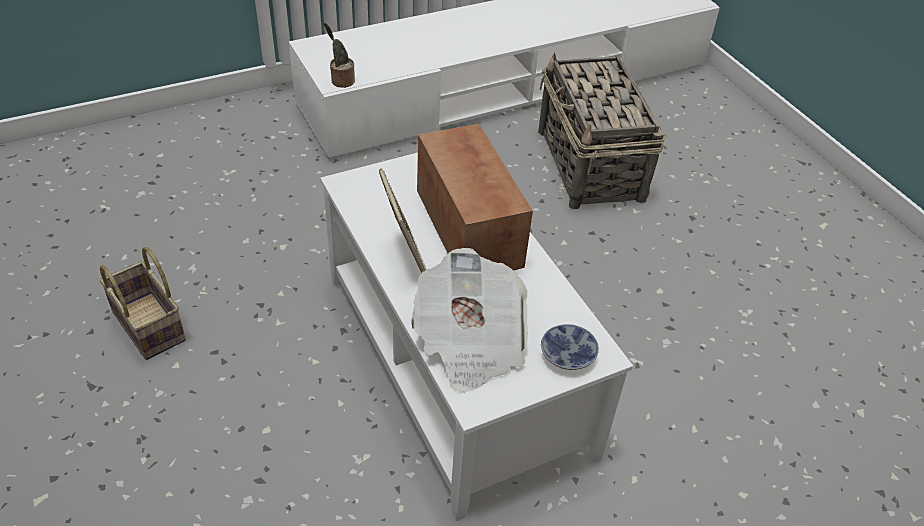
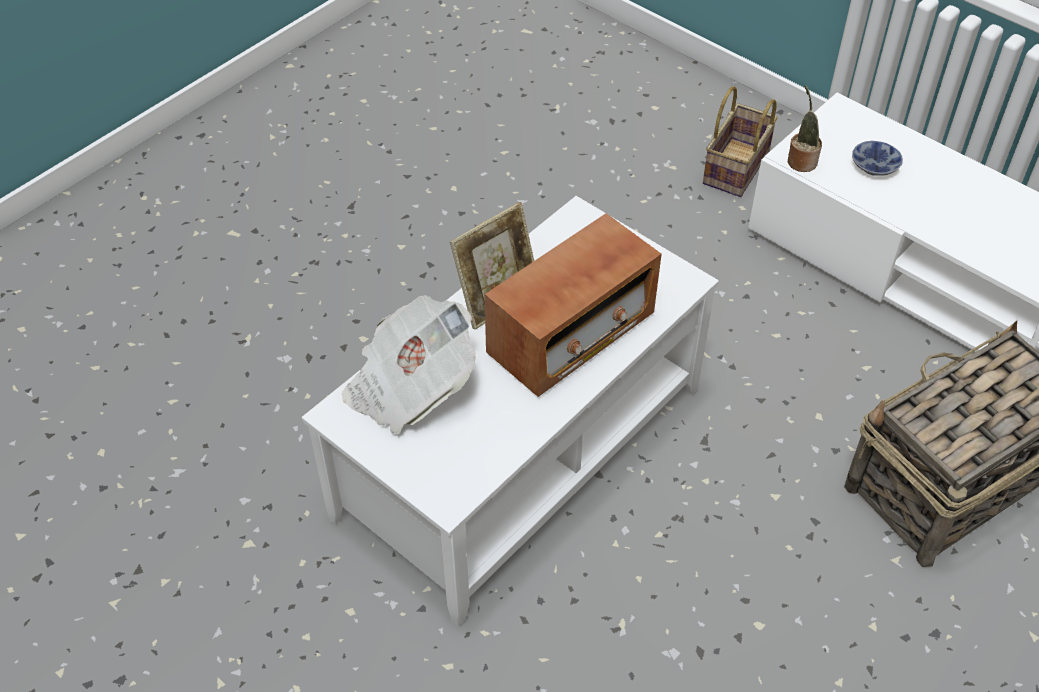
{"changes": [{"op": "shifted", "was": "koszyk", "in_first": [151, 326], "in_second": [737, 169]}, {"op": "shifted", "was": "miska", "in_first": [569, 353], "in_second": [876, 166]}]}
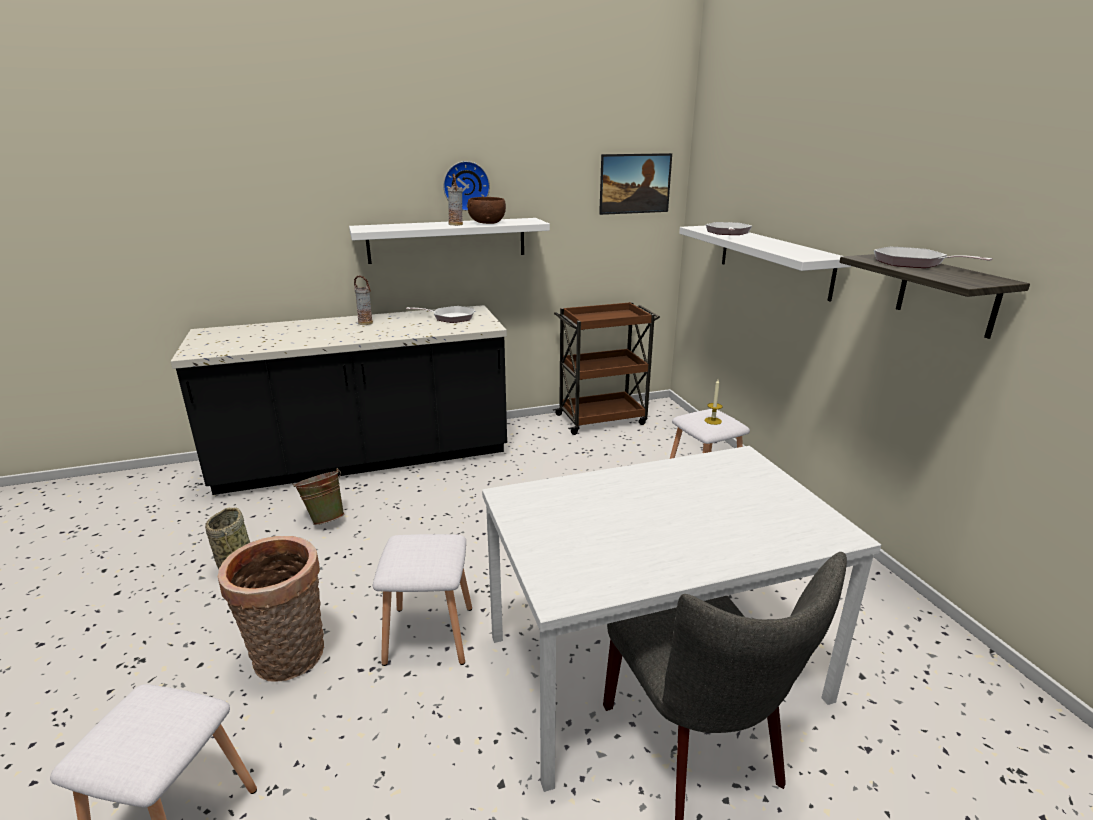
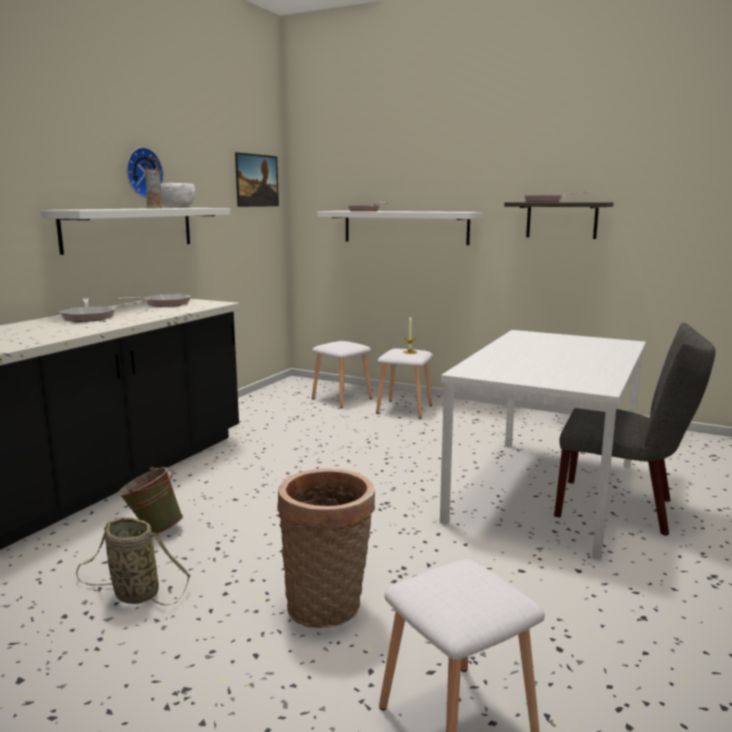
{"changes": [{"op": "swapped", "was": "wazon", "now": "patelnia", "in_first": [366, 323], "in_second": [88, 317]}, {"op": "shifted", "was": "stołek [biały]", "in_first": [430, 636], "in_second": [343, 399]}, {"op": "repainted", "was": "miska [brązowy]", "now": "miska [biały]", "in_first": [486, 223], "in_second": [175, 208]}, {"op": "gone", "was": "wózek [brązowy]", "in_first": [602, 419]}]}
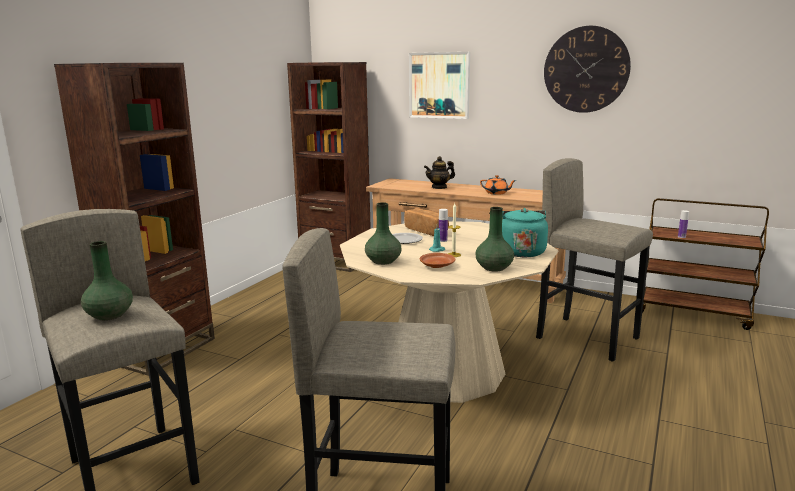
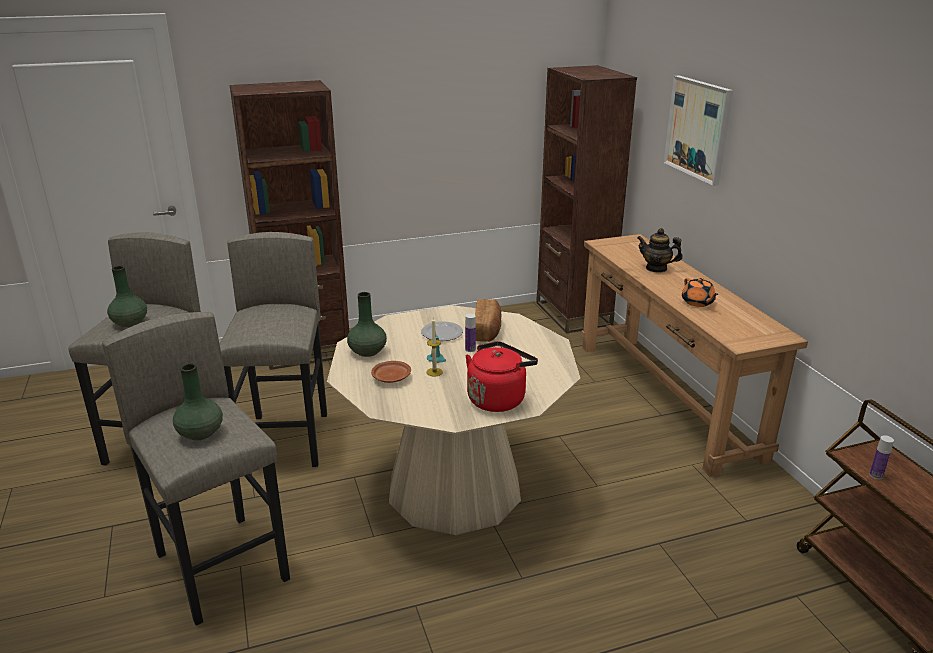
{"changes": [{"op": "shifted", "was": "wazon [zielony]", "in_first": [494, 268], "in_second": [201, 432]}, {"op": "repainted", "was": "czajnik [turkusowy]", "now": "czajnik [czerwony]", "in_first": [520, 251], "in_second": [498, 398]}, {"op": "shifted", "was": "stołek [szary]", "in_first": [587, 338], "in_second": [286, 440]}, {"op": "gone", "was": "zegar ścienny", "in_first": [586, 69]}]}
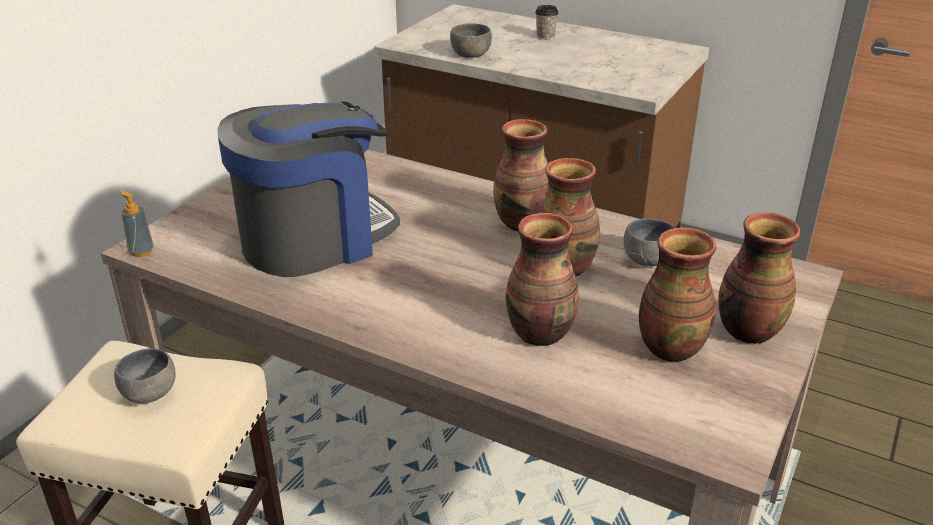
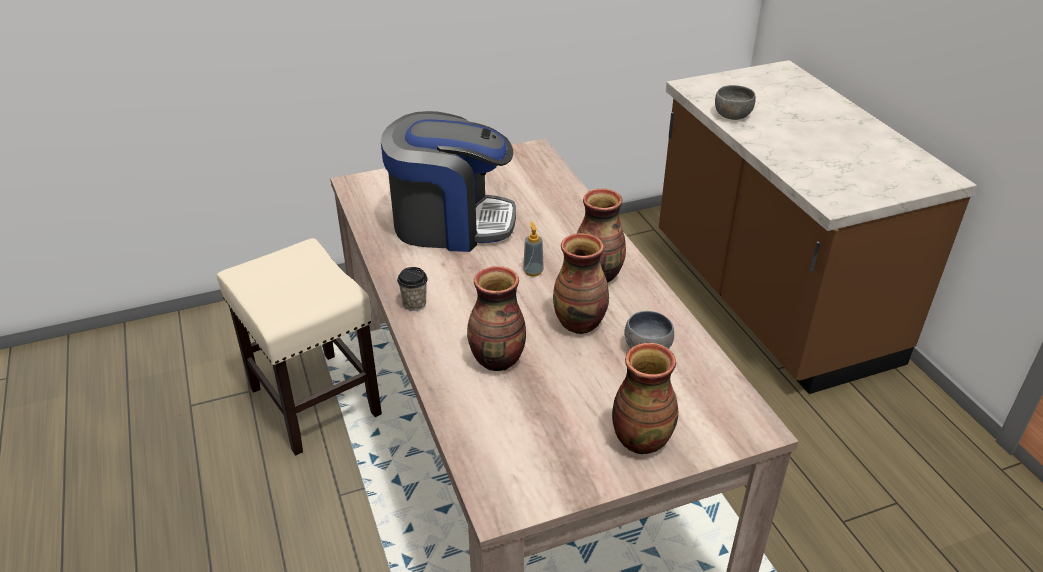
{"changes": [{"op": "gone", "was": "miska [szary]", "in_first": [149, 393]}, {"op": "shifted", "was": "dozownik mydła", "in_first": [141, 251], "in_second": [533, 271]}, {"op": "shifted", "was": "filiżanka", "in_first": [545, 36], "in_second": [414, 304]}, {"op": "gone", "was": "wazon", "in_first": [670, 347]}]}
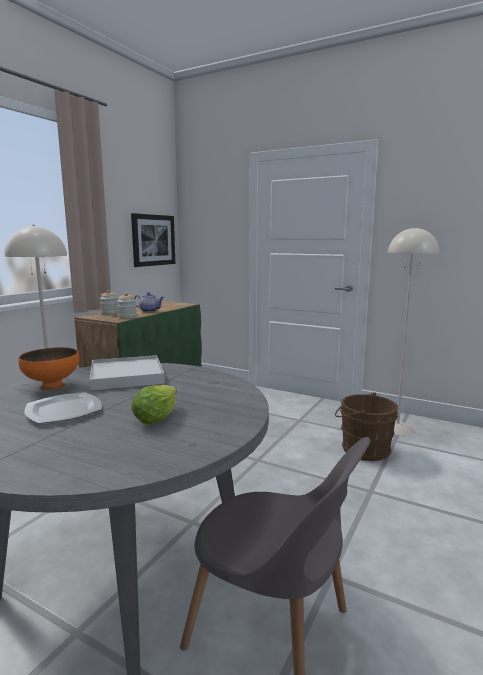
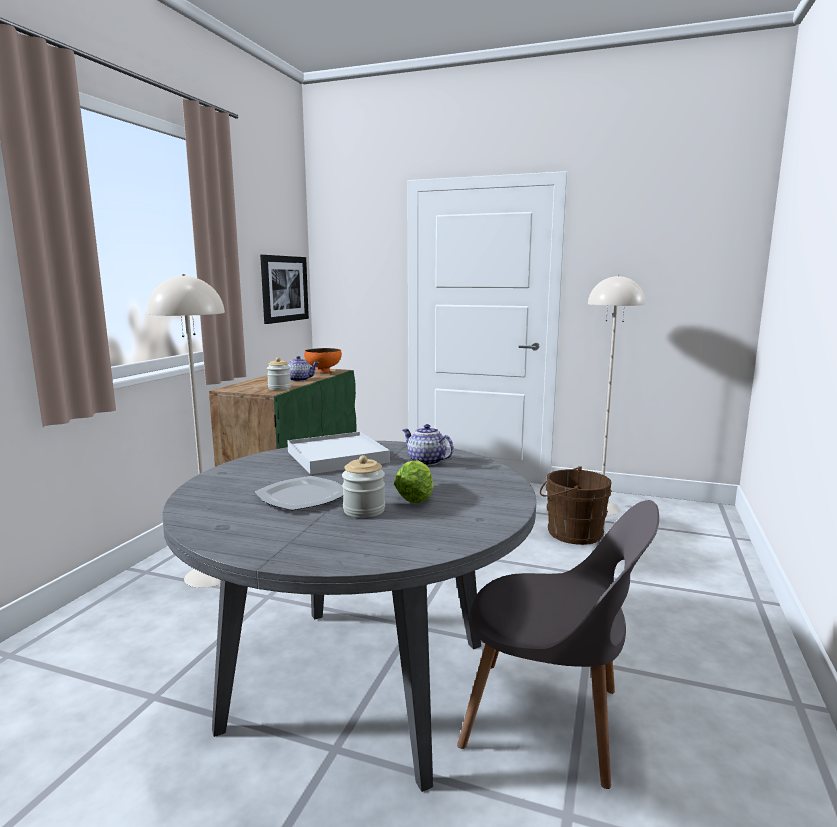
{"changes": [{"op": "shifted", "was": "miska [pomarańczowy]", "in_first": [52, 386], "in_second": [323, 372]}, {"op": "shifted", "was": "słoik", "in_first": [110, 313], "in_second": [364, 510]}, {"op": "new", "now": "imbryk", "in_second": [425, 461]}]}
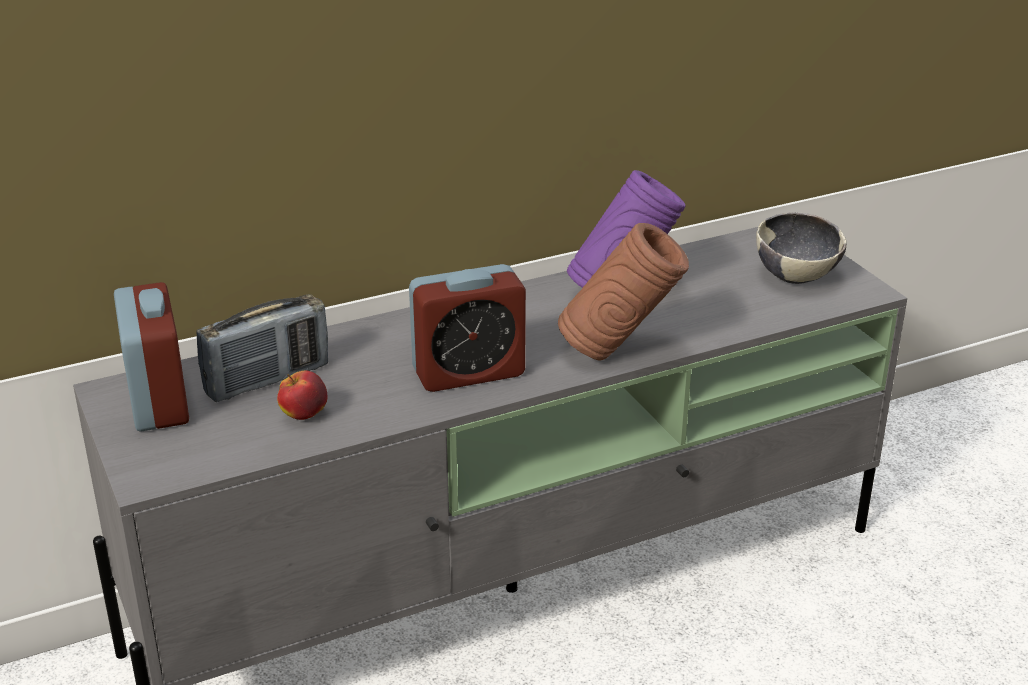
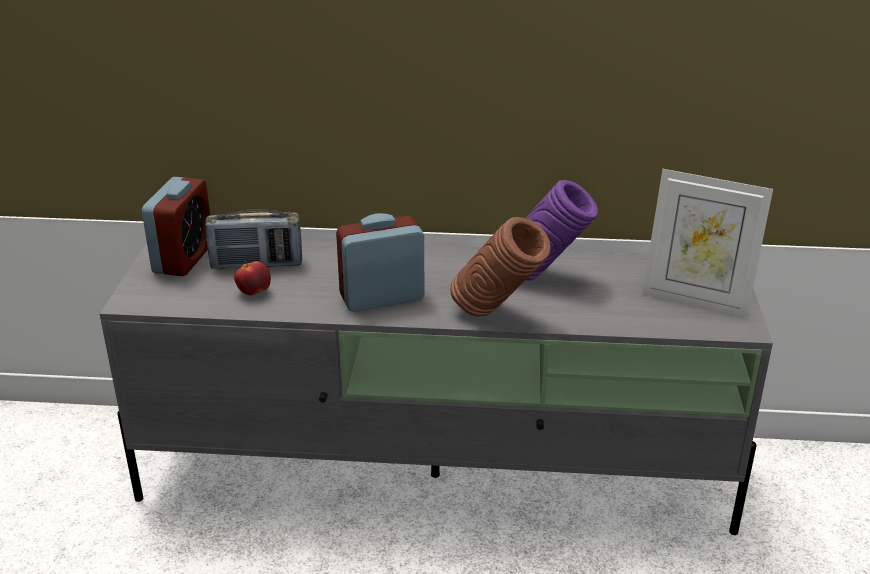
{"changes": [{"op": "rotated", "was": "budzik", "in_first": [468, 372], "in_second": [382, 297], "clockwise": 150}, {"op": "swapped", "was": "miska", "now": "ramka na zdjęcie", "in_first": [796, 276], "in_second": [696, 300]}]}
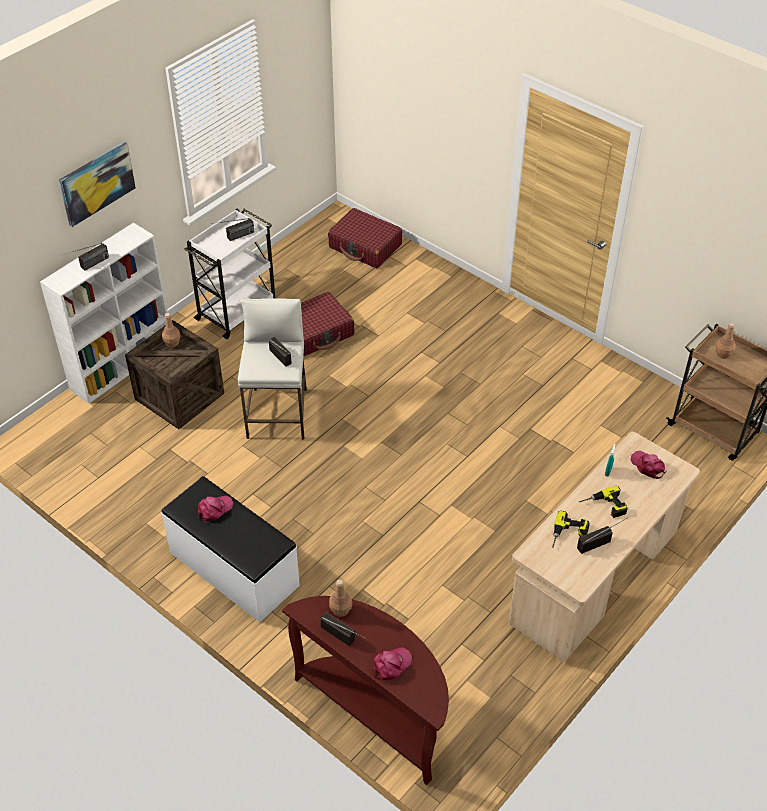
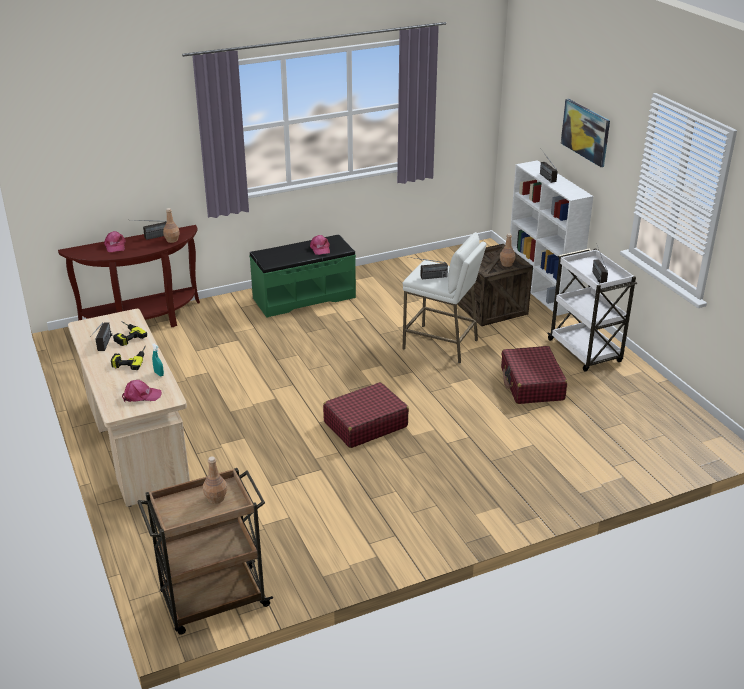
{"changes": [{"op": "repainted", "was": "ławka [biały]", "now": "ławka [zielony]", "in_first": [233, 569], "in_second": [304, 297]}, {"op": "shifted", "was": "walizka [czerwony]", "in_first": [365, 246], "in_second": [365, 424]}]}
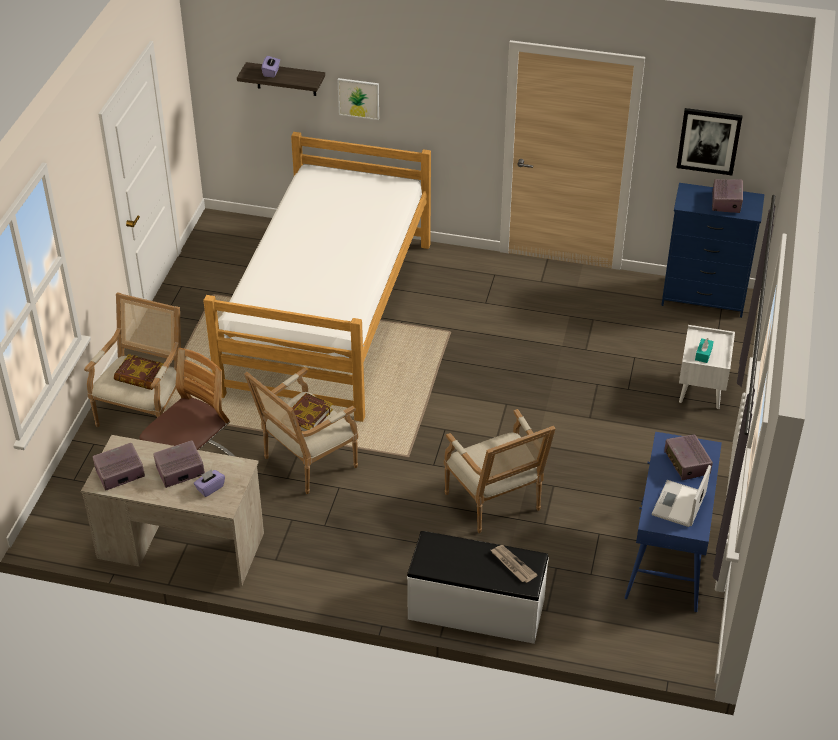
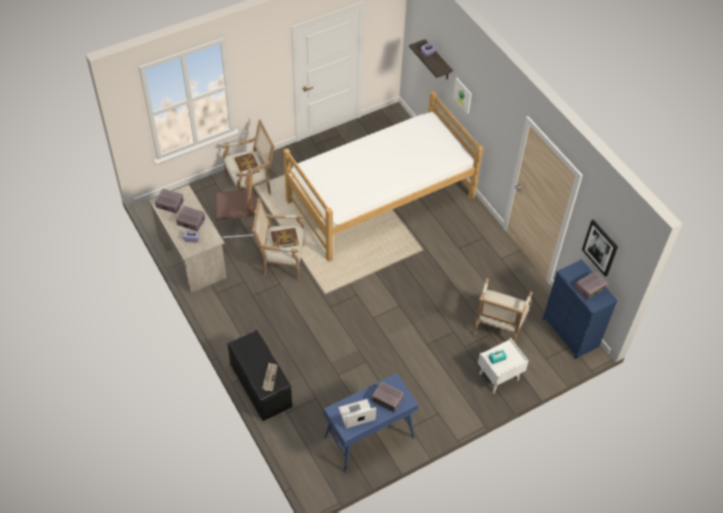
{"changes": [{"op": "repainted", "was": "ławka [biały]", "now": "ławka [czarny]", "in_first": [476, 610], "in_second": [260, 385]}, {"op": "shifted", "was": "fotel", "in_first": [497, 504], "in_second": [497, 330]}, {"op": "rotated", "was": "radio", "in_first": [686, 464], "in_second": [387, 400], "clockwise": -90}]}
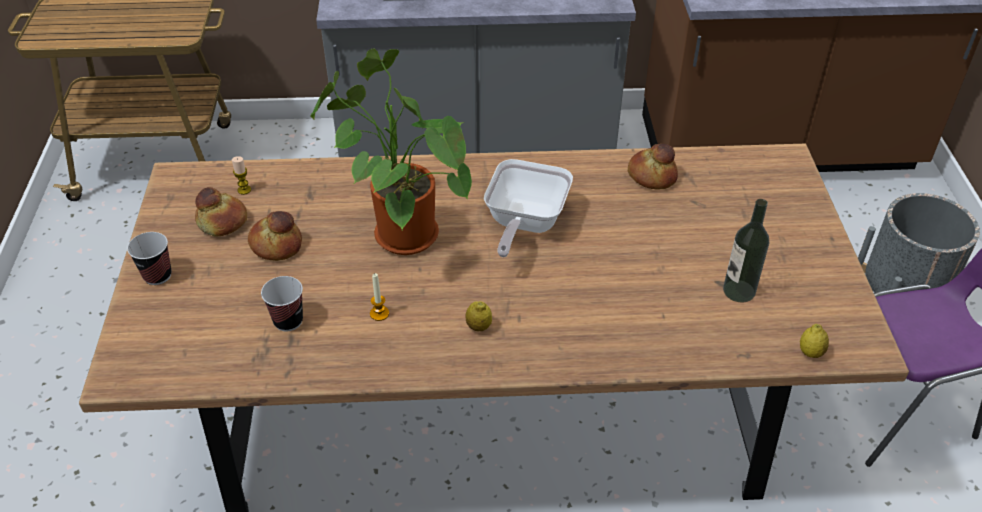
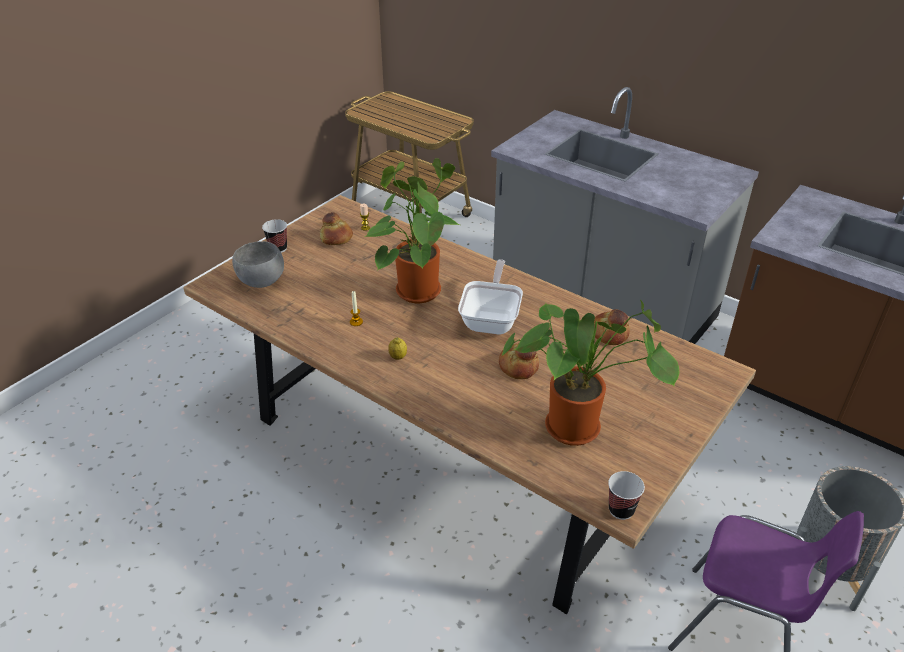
{"changes": [{"op": "shifted", "was": "chleb", "in_first": [277, 245], "in_second": [519, 366]}, {"op": "shifted", "was": "filiżanka", "in_first": [288, 321], "in_second": [621, 510]}, {"op": "rotated", "was": "patelnia", "in_first": [524, 224], "in_second": [492, 319], "clockwise": 135}, {"op": "swapped", "was": "butelka", "now": "roślina doniczkowa", "in_first": [739, 291], "in_second": [578, 427]}, {"op": "gone", "was": "cytryna", "in_first": [810, 353]}, {"op": "new", "now": "miska [szary]", "in_second": [261, 282]}]}
